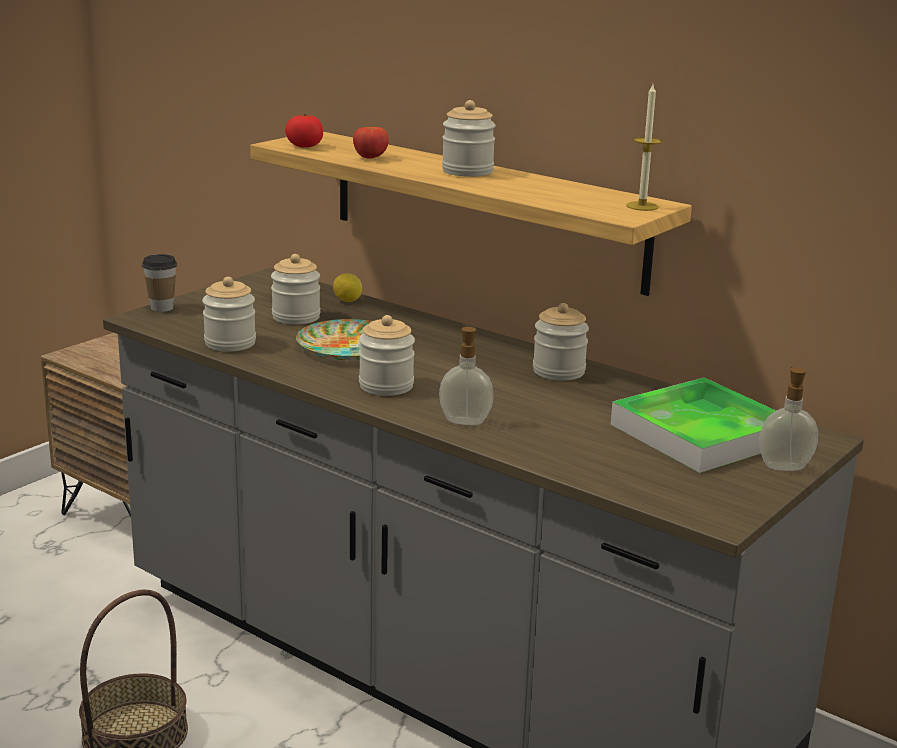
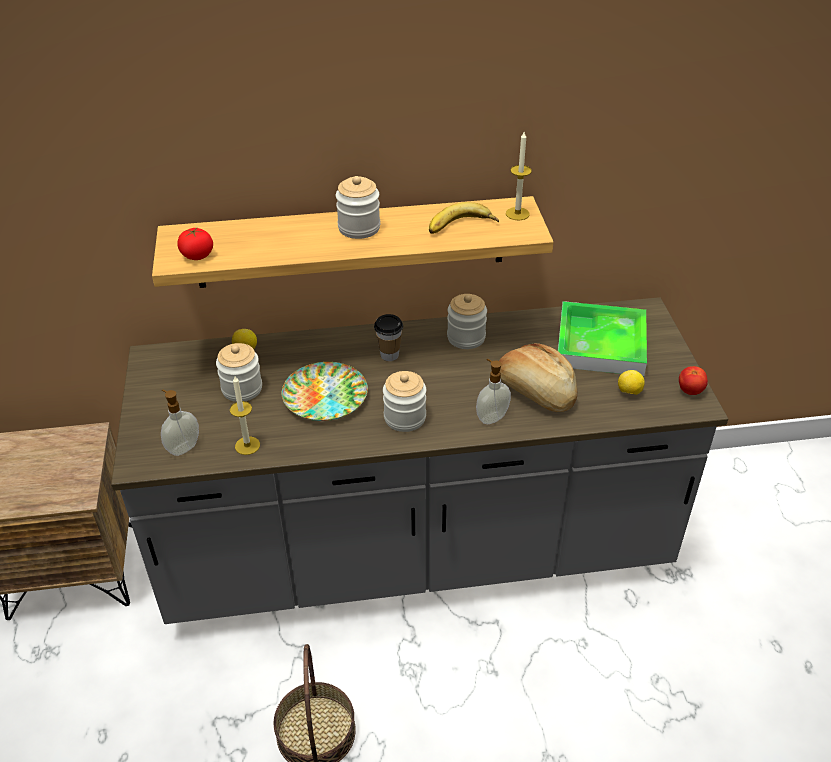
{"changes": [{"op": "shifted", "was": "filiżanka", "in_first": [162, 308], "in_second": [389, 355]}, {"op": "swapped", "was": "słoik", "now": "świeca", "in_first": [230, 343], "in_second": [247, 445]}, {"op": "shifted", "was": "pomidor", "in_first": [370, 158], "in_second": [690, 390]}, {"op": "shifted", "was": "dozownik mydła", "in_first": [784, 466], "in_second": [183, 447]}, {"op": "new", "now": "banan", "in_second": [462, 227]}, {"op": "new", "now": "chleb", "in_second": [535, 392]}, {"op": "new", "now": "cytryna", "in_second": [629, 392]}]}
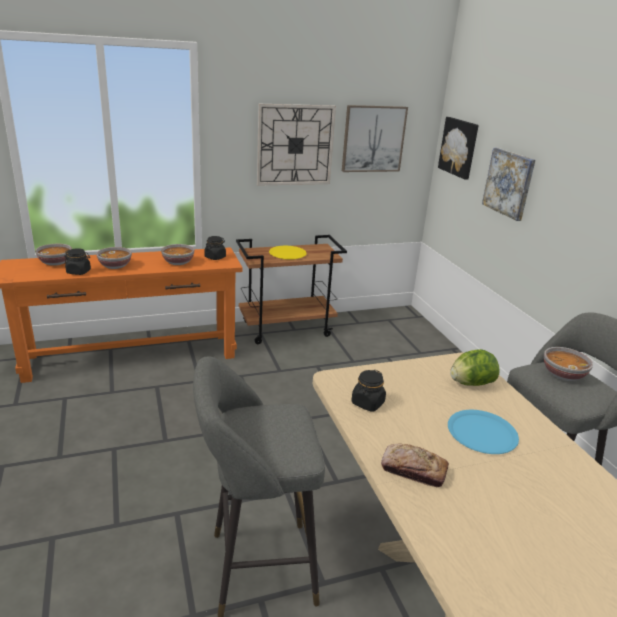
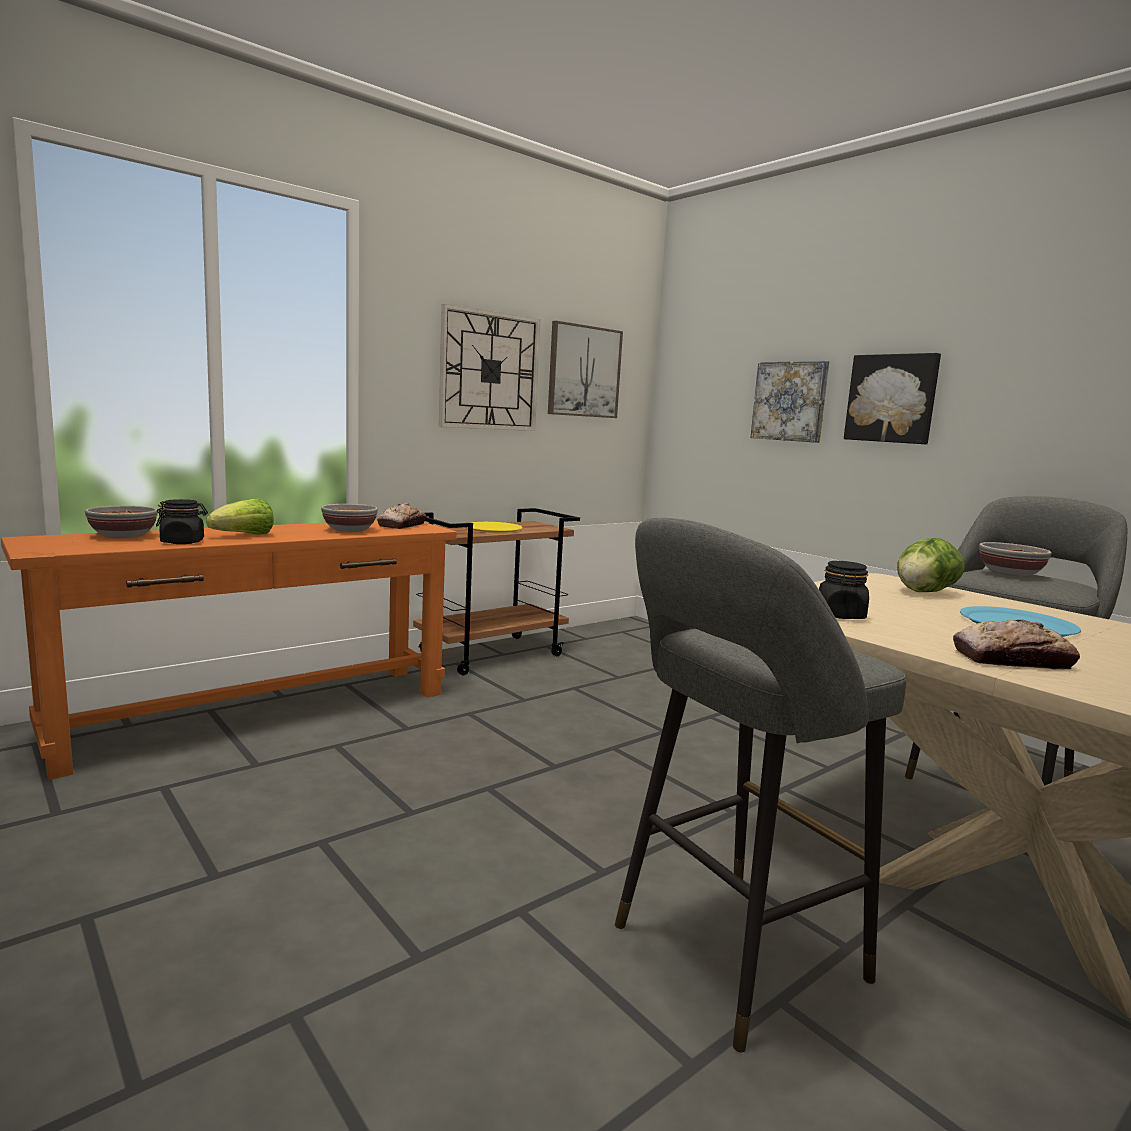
{"changes": [{"op": "swapped", "was": "miska", "now": "sałata", "in_first": [115, 266], "in_second": [244, 536]}, {"op": "swapped", "was": "słoik [czarny]", "now": "chleb", "in_first": [215, 257], "in_second": [402, 525]}, {"op": "shifted", "was": "obraz", "in_first": [459, 147], "in_second": [892, 398]}]}
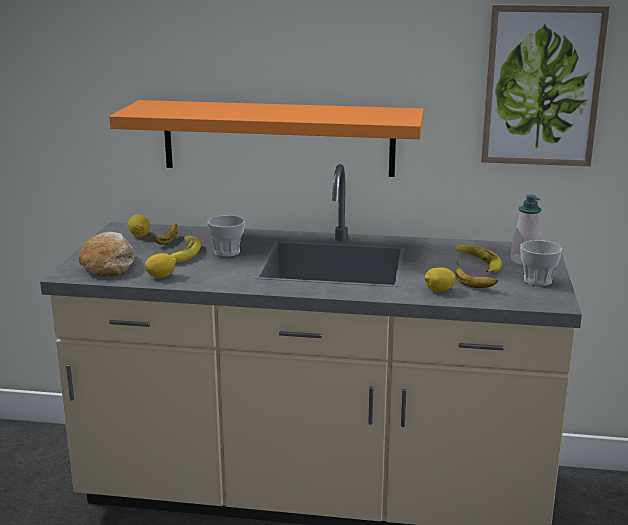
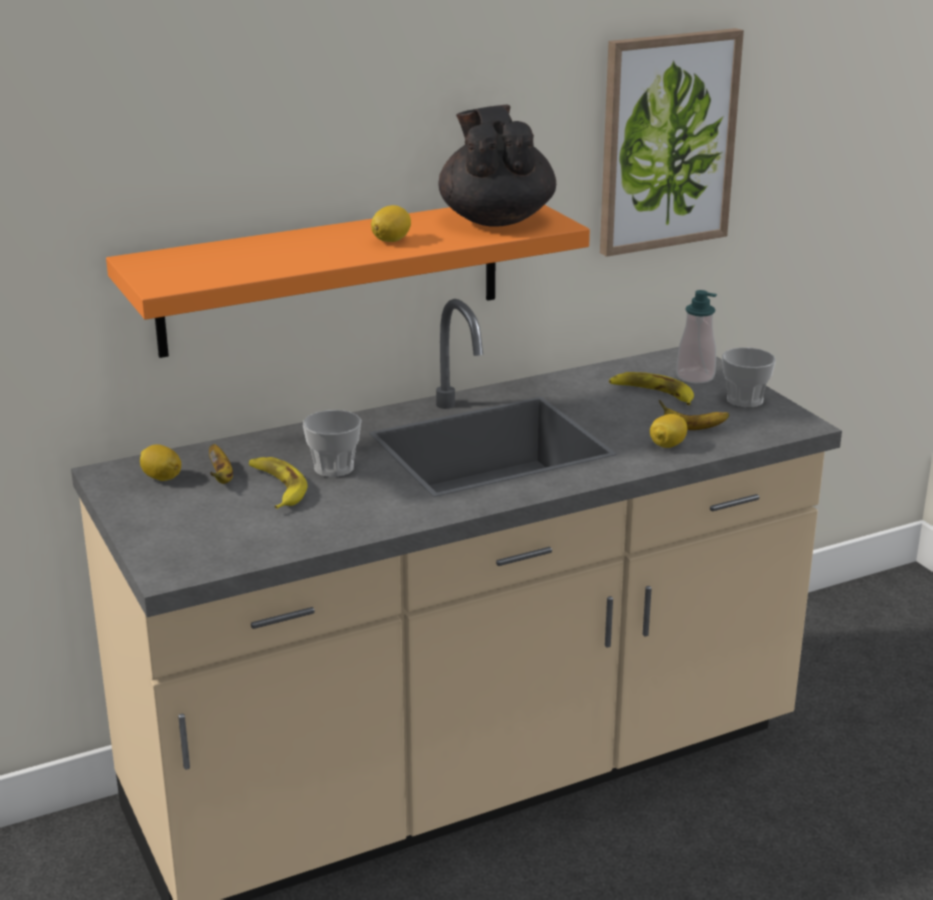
{"changes": [{"op": "gone", "was": "chleb", "in_first": [108, 265]}, {"op": "shifted", "was": "cytryna", "in_first": [161, 276], "in_second": [391, 240]}, {"op": "new", "now": "imbryk [czarny]", "in_second": [496, 219]}]}
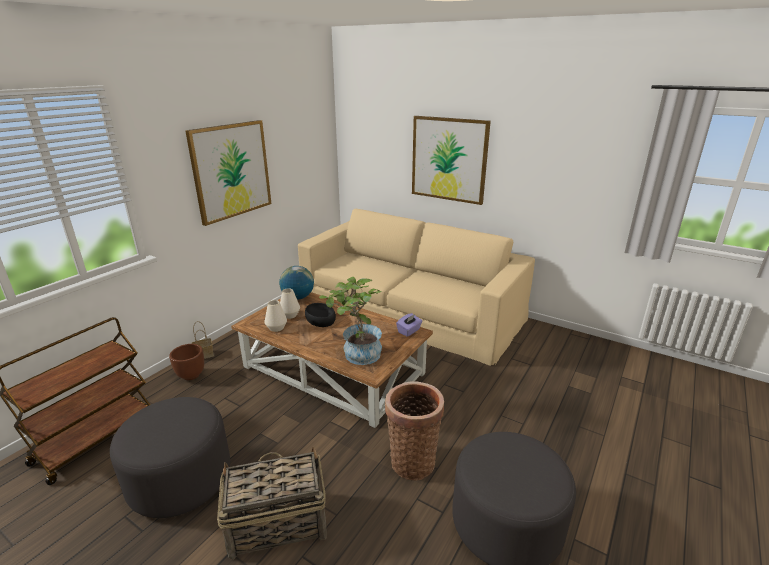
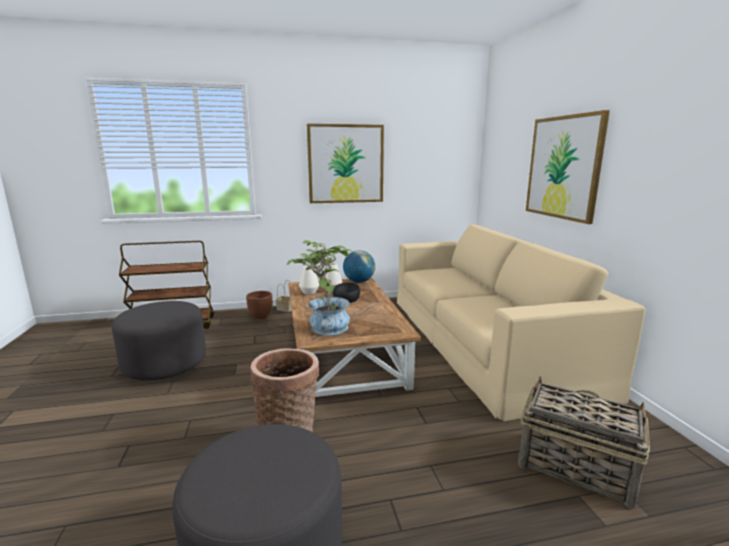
{"changes": [{"op": "shifted", "was": "koszyk", "in_first": [276, 523], "in_second": [574, 466]}, {"op": "gone", "was": "pudełko chusteczek [fioletowy]", "in_first": [409, 331]}]}
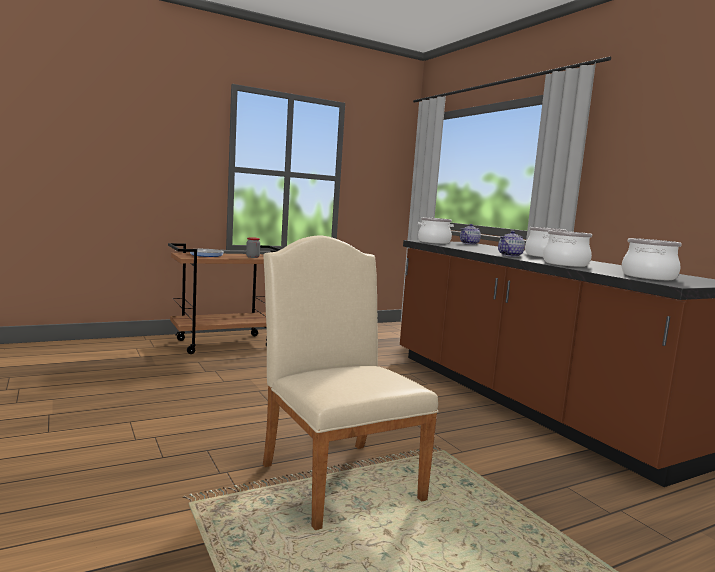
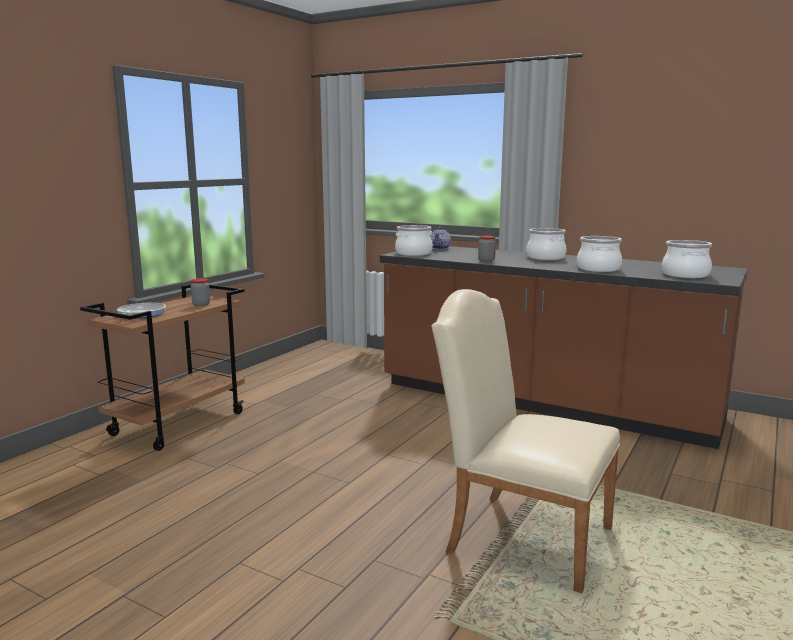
{"changes": [{"op": "gone", "was": "imbryk", "in_first": [510, 255]}, {"op": "new", "now": "słoik", "in_second": [486, 261]}]}
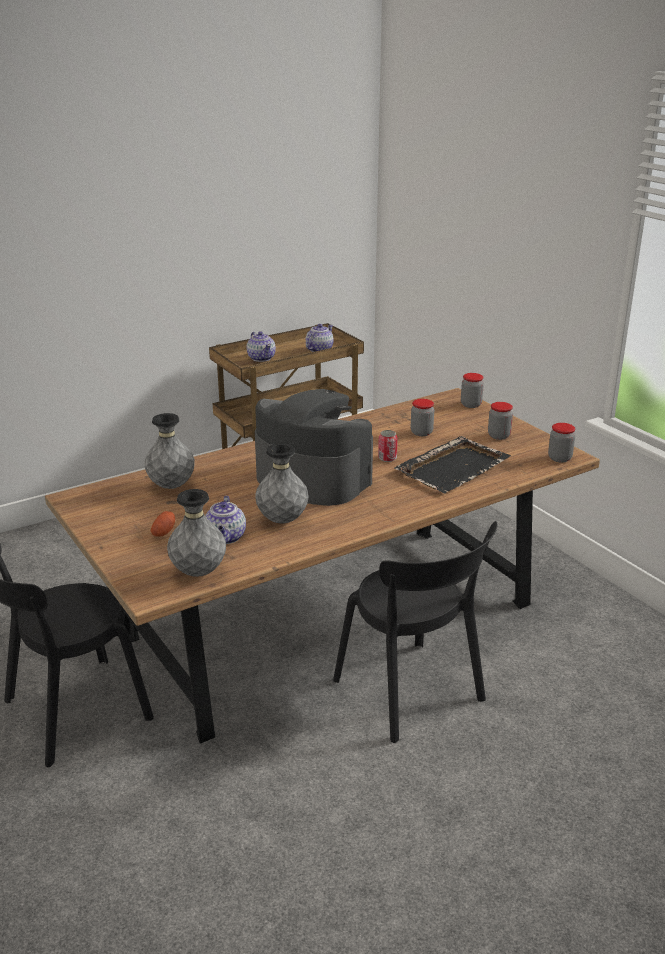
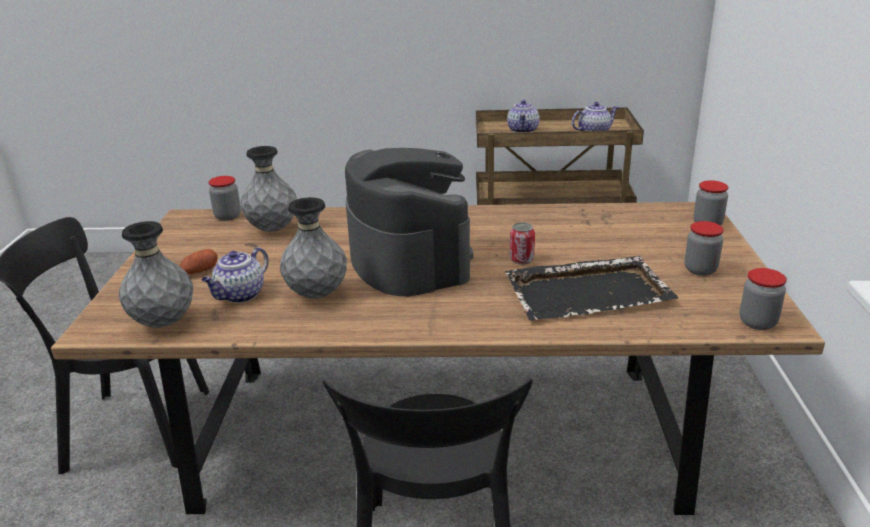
{"changes": [{"op": "shifted", "was": "słoik", "in_first": [421, 432], "in_second": [228, 216]}]}
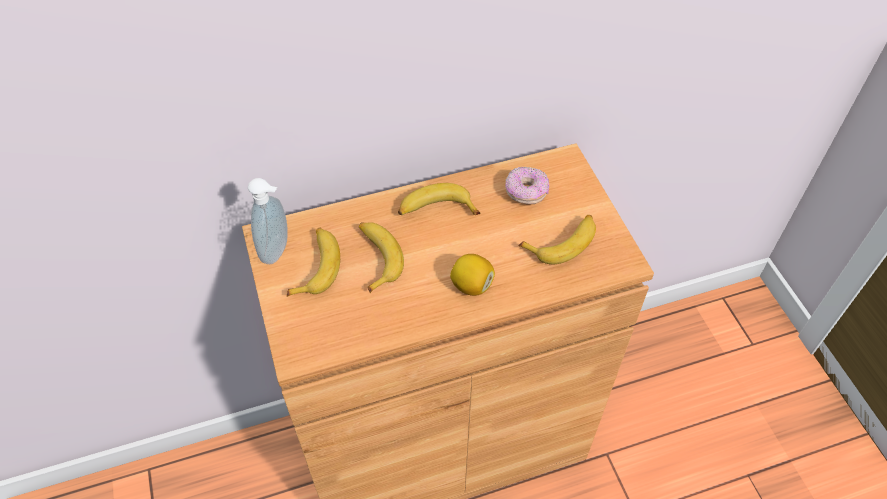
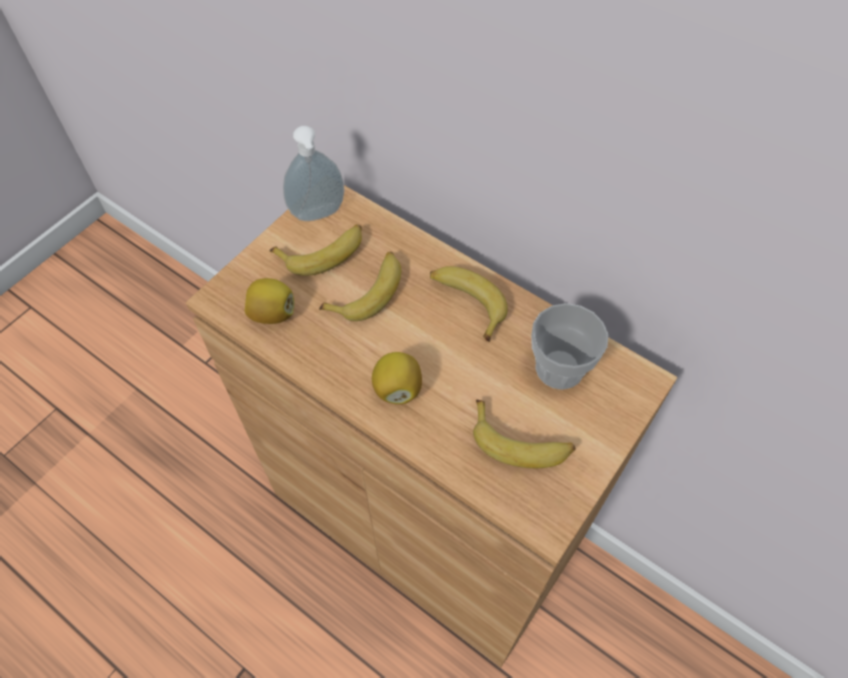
{"changes": [{"op": "swapped", "was": "donut", "now": "filiżanka", "in_first": [526, 192], "in_second": [559, 368]}, {"op": "new", "now": "cytryna", "in_second": [272, 313]}]}
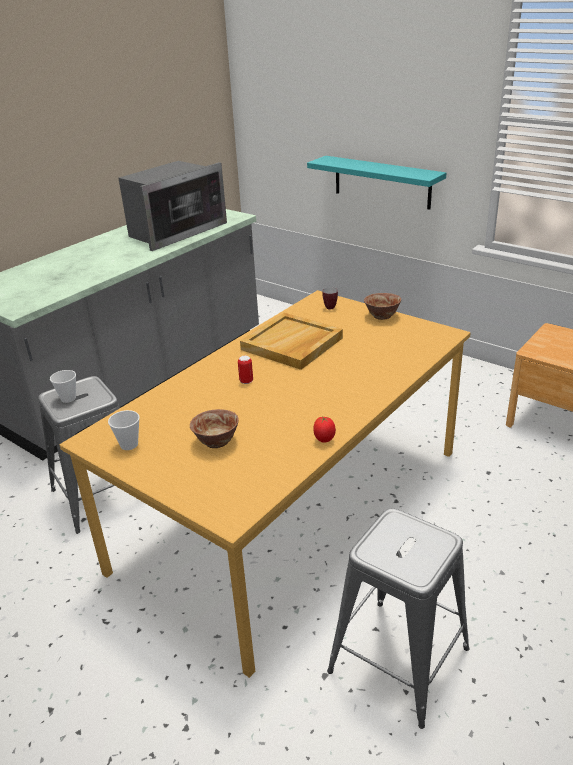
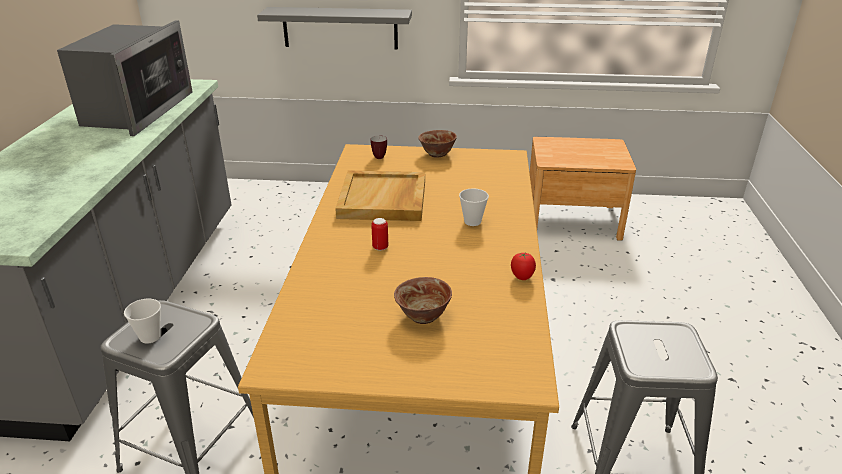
{"changes": [{"op": "shifted", "was": "filiżanka", "in_first": [129, 445], "in_second": [472, 221]}, {"op": "repainted", "was": "półka [turkusowy]", "now": "półka [szary]", "in_first": [382, 182], "in_second": [340, 28]}]}
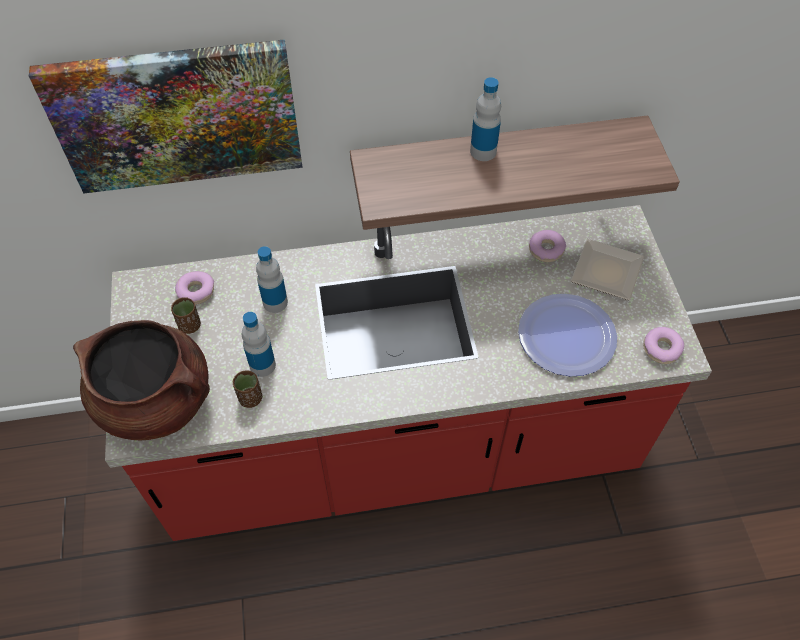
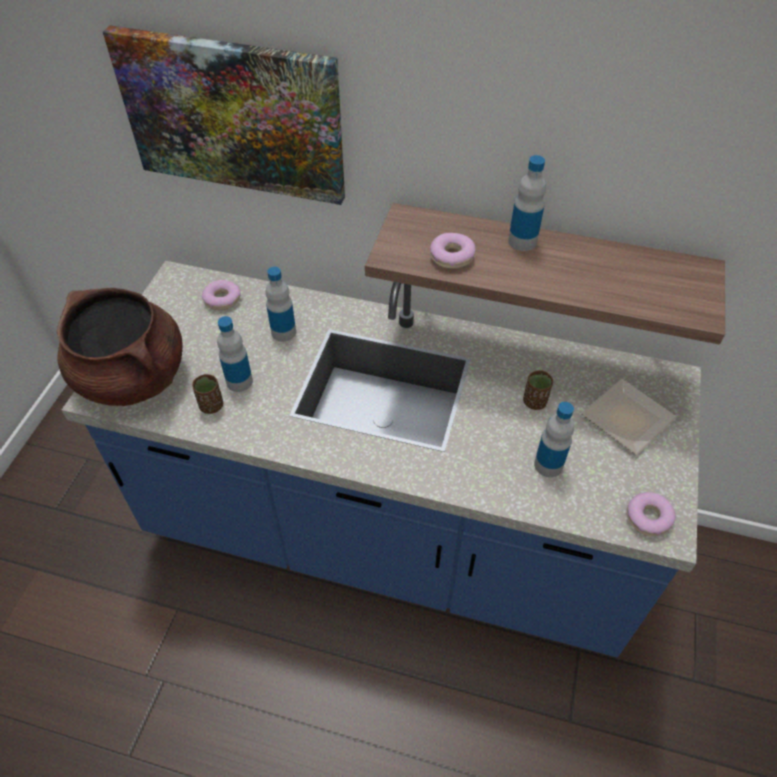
{"changes": [{"op": "repainted", "was": "zabudowa kuchenna [czerwony]", "now": "zabudowa kuchenna [niebieski]", "in_first": [400, 445], "in_second": [388, 534]}, {"op": "shifted", "was": "filiżanka [brązowy]", "in_first": [190, 325], "in_second": [534, 402]}, {"op": "swapped", "was": "talerz", "now": "butelka", "in_first": [566, 335], "in_second": [548, 465]}, {"op": "shifted", "was": "donut", "in_first": [546, 250], "in_second": [452, 256]}]}
